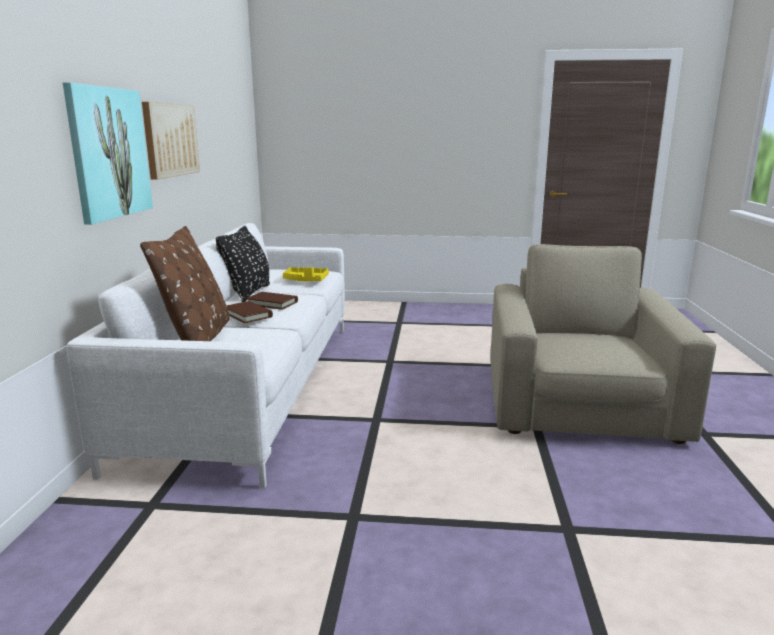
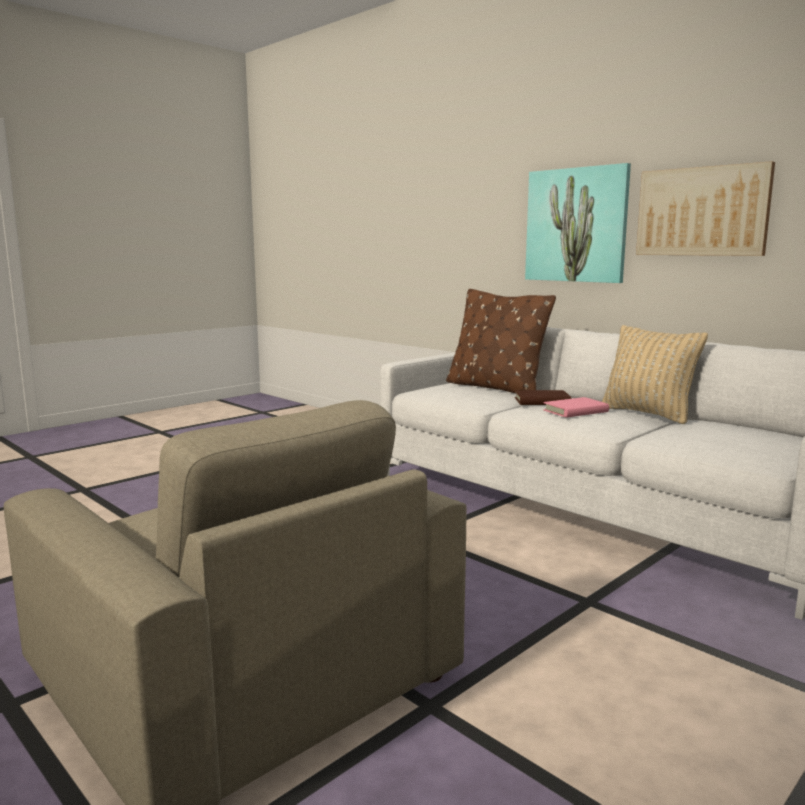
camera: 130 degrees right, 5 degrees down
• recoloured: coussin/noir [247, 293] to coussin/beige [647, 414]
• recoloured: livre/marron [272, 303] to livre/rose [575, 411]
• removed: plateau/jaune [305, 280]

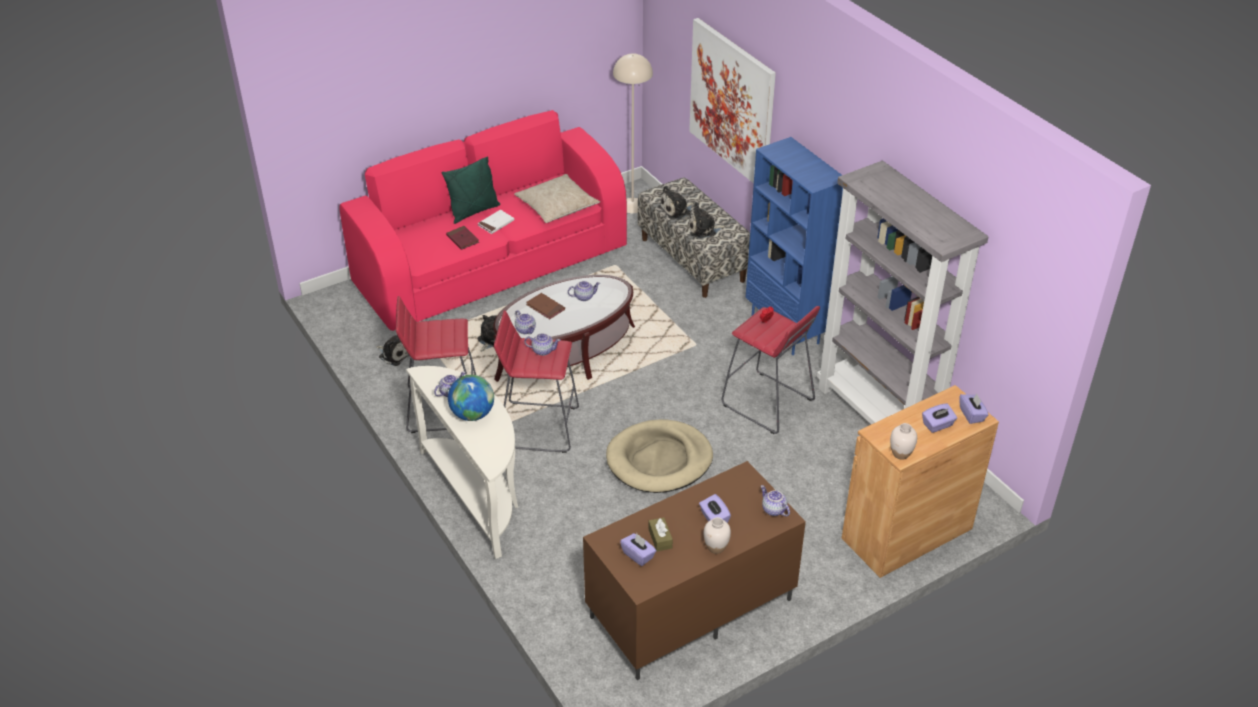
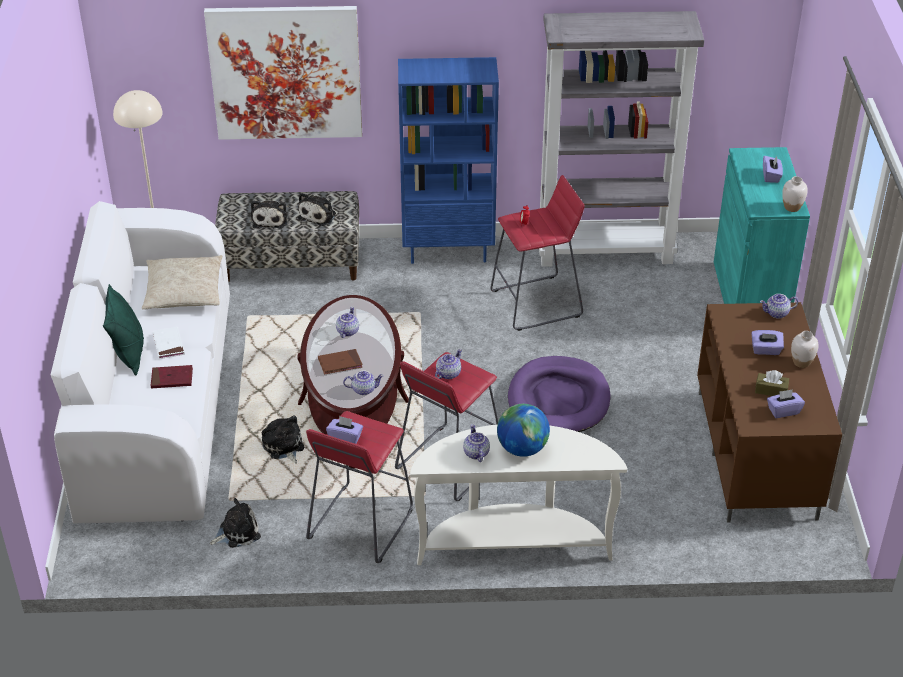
camera: 60 degrees left, 0 degrees up
• recoloured: canapé/rose [492, 265] to canapé/blanc [156, 403]
• recoloured: panier pour chien/beige [659, 460] to panier pour chien/violet [559, 399]
• recoloured: meuble de rangement/marron [907, 533] to meuble de rangement/turquoise [750, 296]
• moved: boîte à mouchoirs/violet [972, 415] to [345, 438]

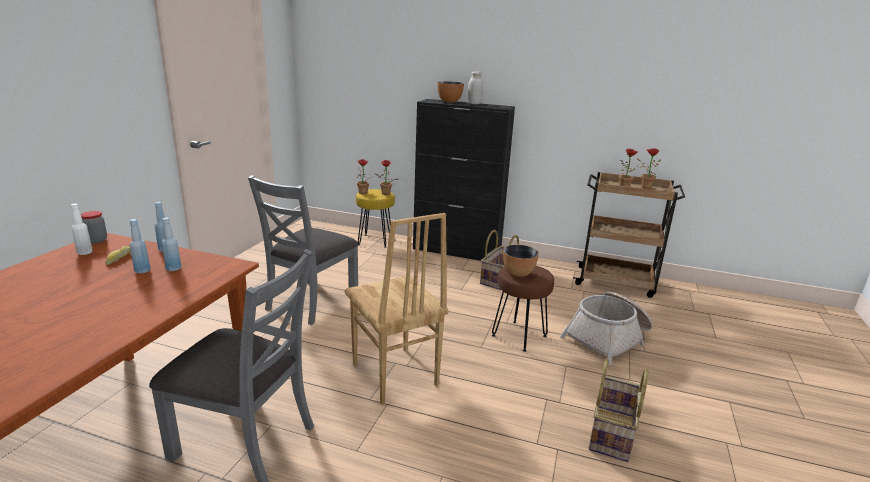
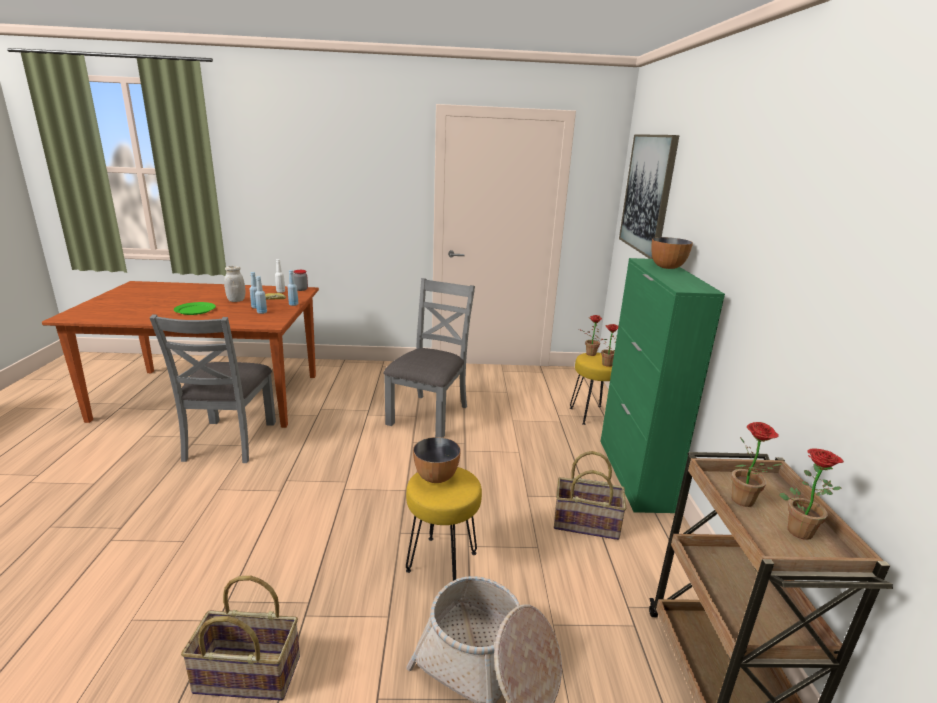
camera: 70 degrees right, 0 degrees up
• turned: chaise/gris [311, 302] = [429, 415] 105 degrees clockwise
• removed: chaise/marron [393, 376]
• recoloured: meuble de rangement/noir [457, 251] to meuble de rangement/vert [633, 474]
• moved: bocal/blanc [474, 103] to [236, 300]
• recoloured: tabouret/marron [519, 335] to tabouret/jaune [442, 561]
• added: assiette/vert [195, 310]
• added: tableau [648, 194]

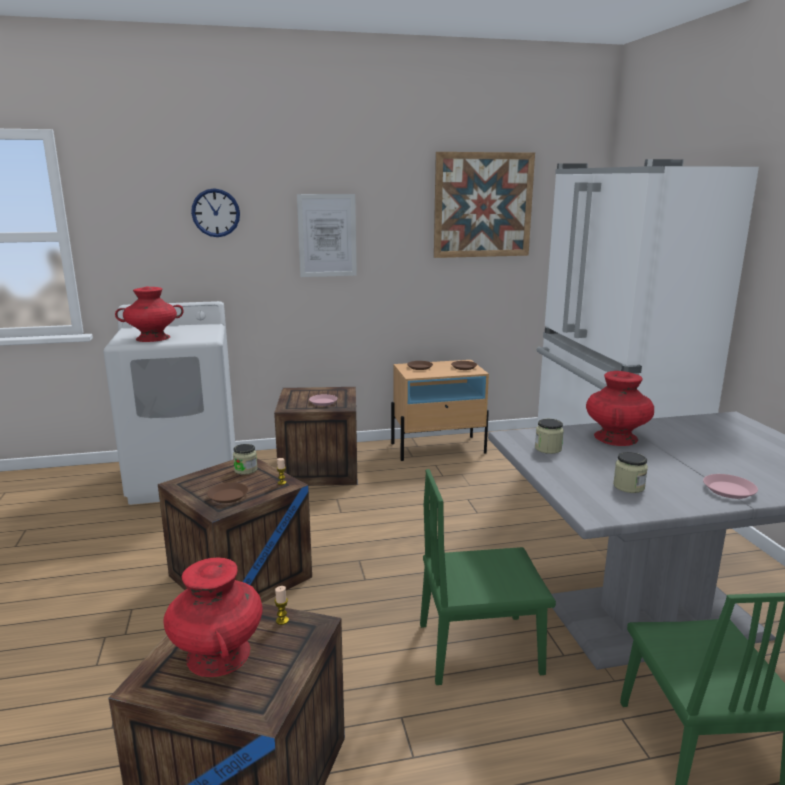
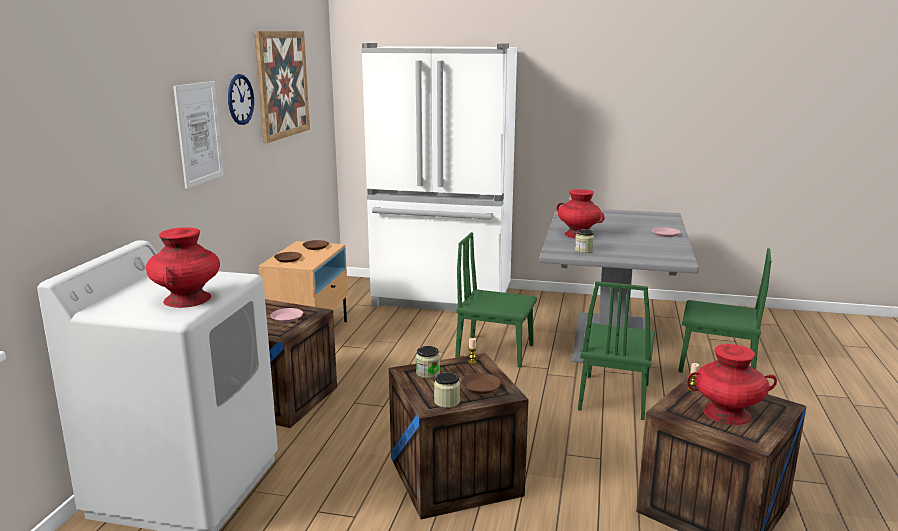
camera: 65 degrees left, 0 degrees up
• moved: horloge murale [215, 213] to [240, 99]
• moved: bocal [628, 486] to [447, 401]
• added: chaise/vert [495, 351]

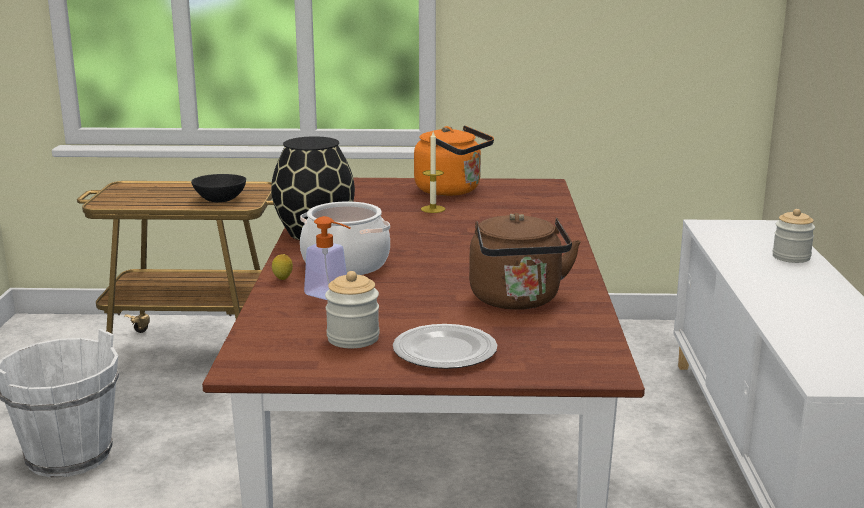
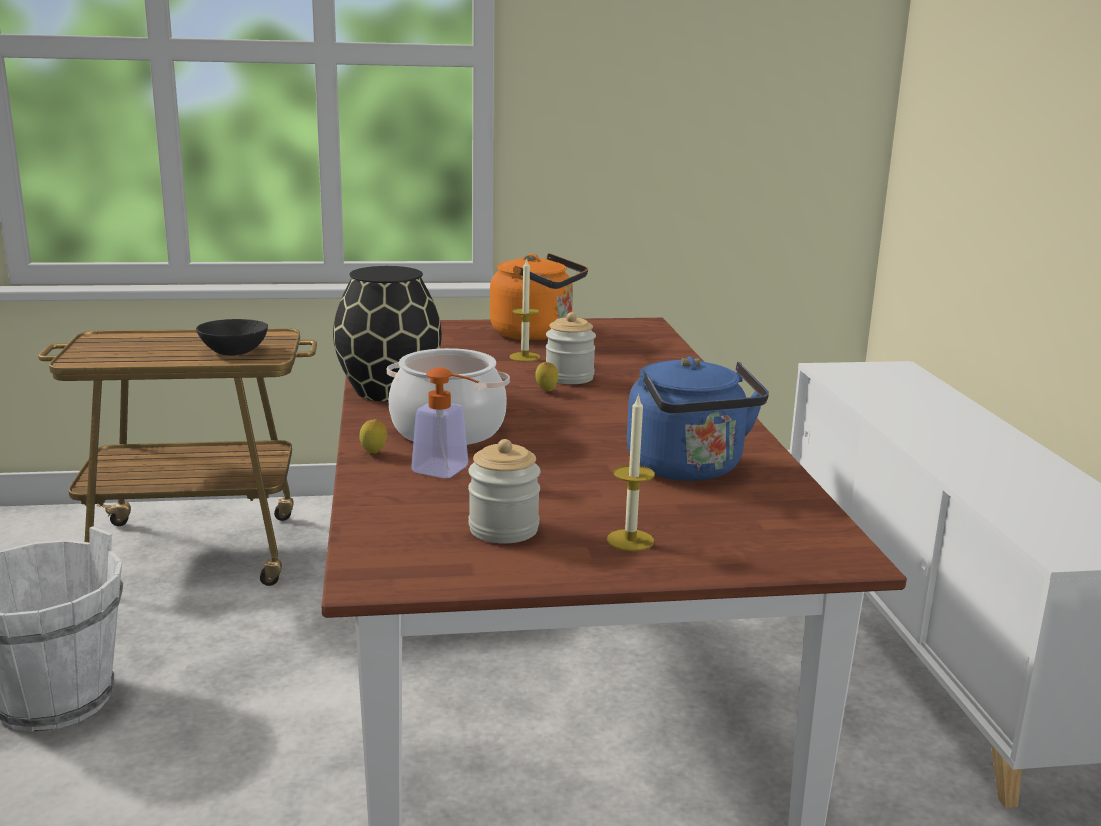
camera: 10 degrees left, 0 degrees up
• replaced: assiette [443, 350] to bougie [630, 540]
• recoloured: bouilloire/marron [517, 301] to bouilloire/bleu [689, 469]
• moved: bocal [791, 257] to [569, 377]
• added: citron [546, 391]

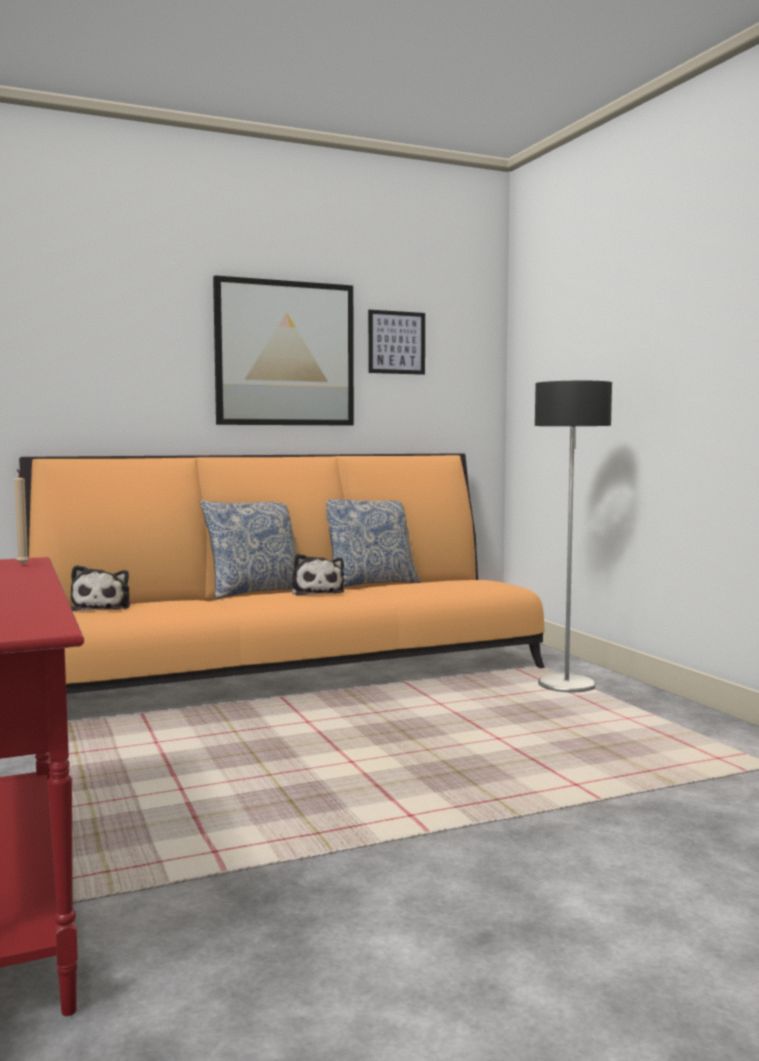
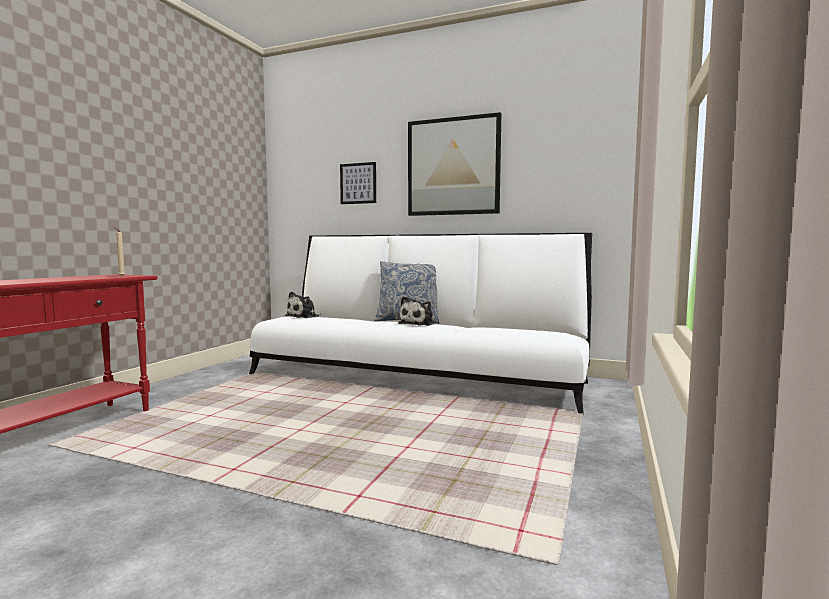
camera: 45 degrees right, 0 degrees up
• recoloured: canapé/orange [290, 673] to canapé/blanc [416, 376]
• removed: coussin [370, 584]
• moved: tableau [396, 342] to [358, 183]
• removed: lampadaire [566, 685]

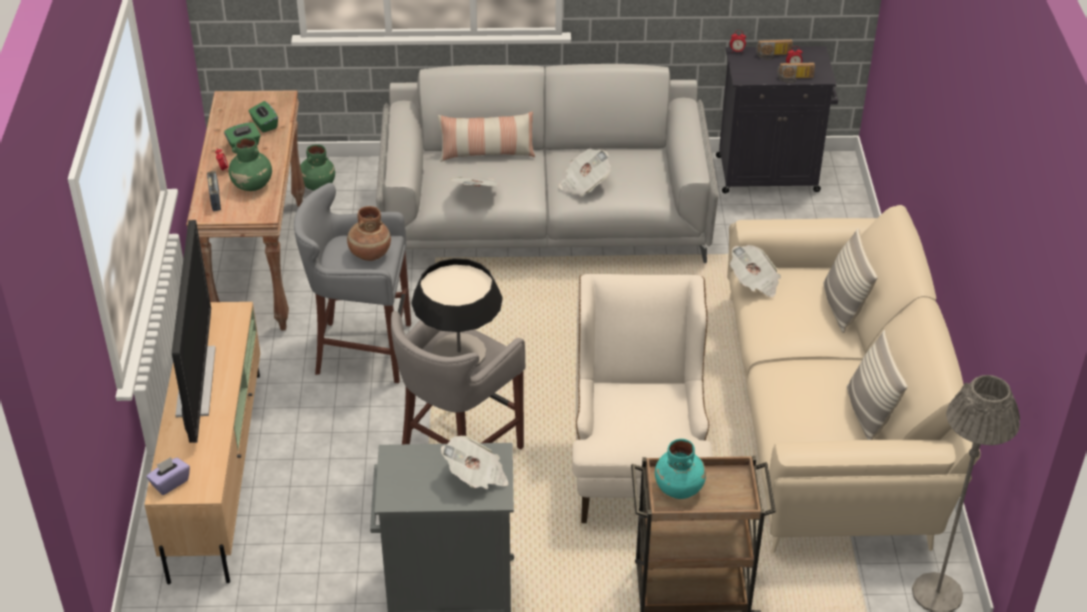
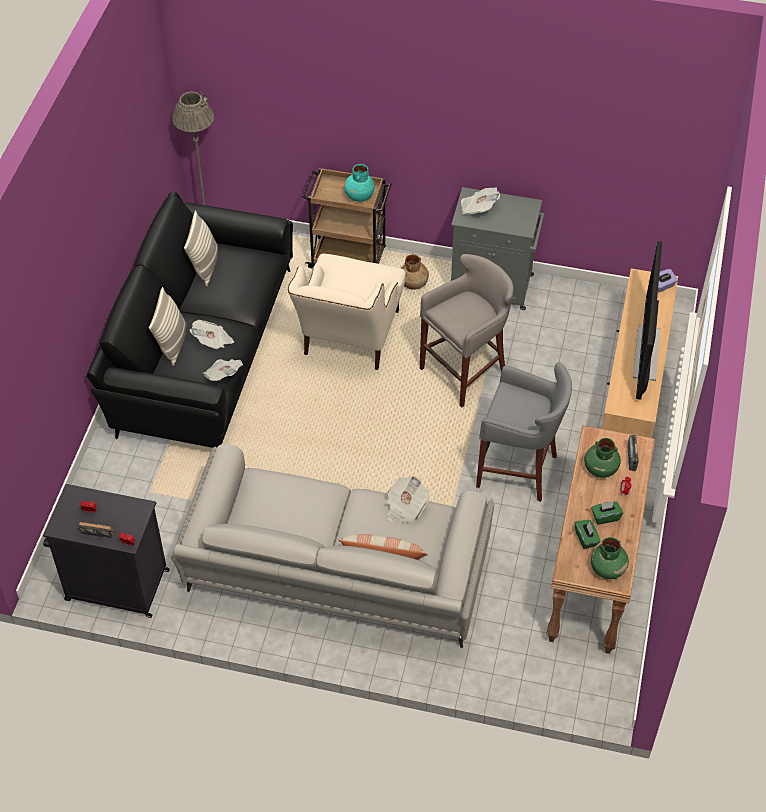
camera: 165 degrees left, 10 degrees up
• moved: vase/vert [317, 185] to [608, 569]
• moved: vase/marron [369, 253] to [414, 283]
• removed: lampe de table [459, 352]
• moved: journal [584, 183] to [213, 342]
• recoloured: canapé/beige [830, 415] to canapé/noir [201, 349]
• removed: radio [795, 79]

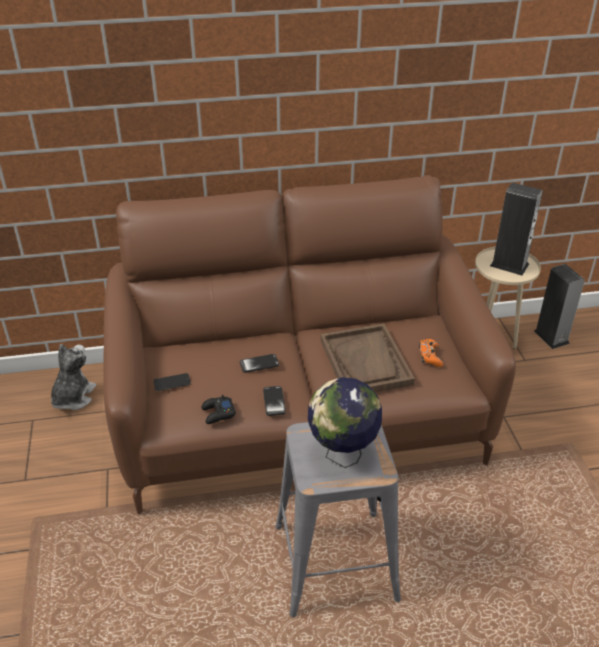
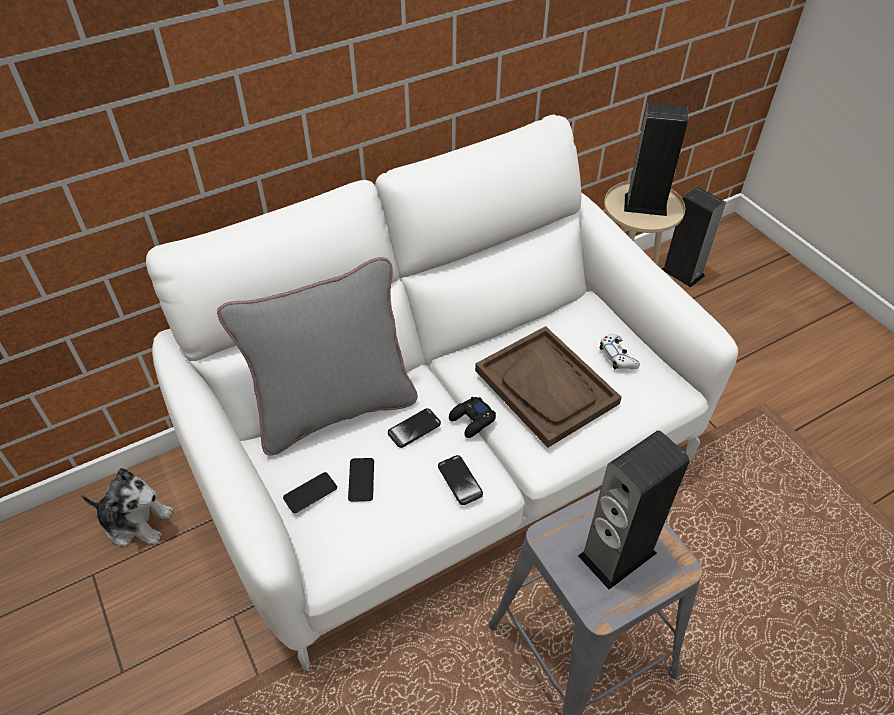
camera: 20 degrees left, 10 degrees up
• turned: peluche [73, 397] = [136, 521] 105 degrees clockwise
• recoloured: canapé/marron [299, 413] to canapé/blanc [447, 455]
• moved: manette/noir [218, 413] to [472, 420]
• replaced: globe [342, 454] to enceinte [617, 554]
• recoloured: manette/orange [430, 356] to manette/blanc [617, 356]
• added: coussin/gris [334, 409]
• added: téléphone [361, 480]

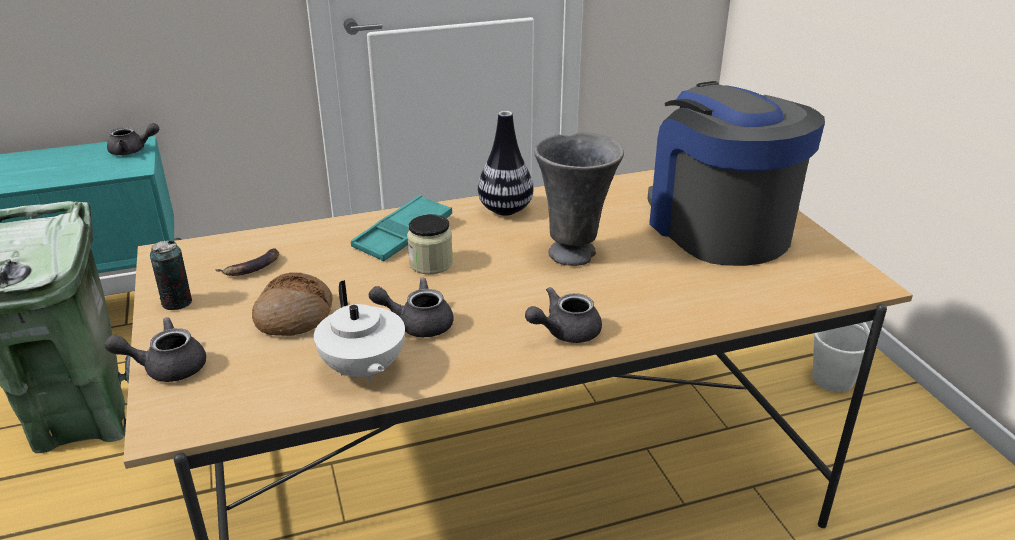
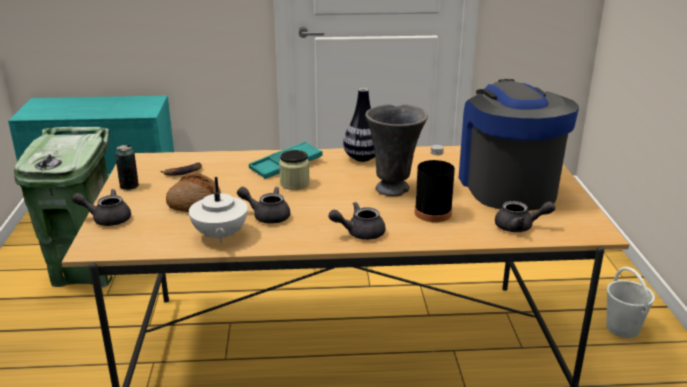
camera: 15 degrees right, 5 degrees down
• moved: théière/gris [133, 151] to [519, 227]
• added: bouteille/noir [433, 213]

